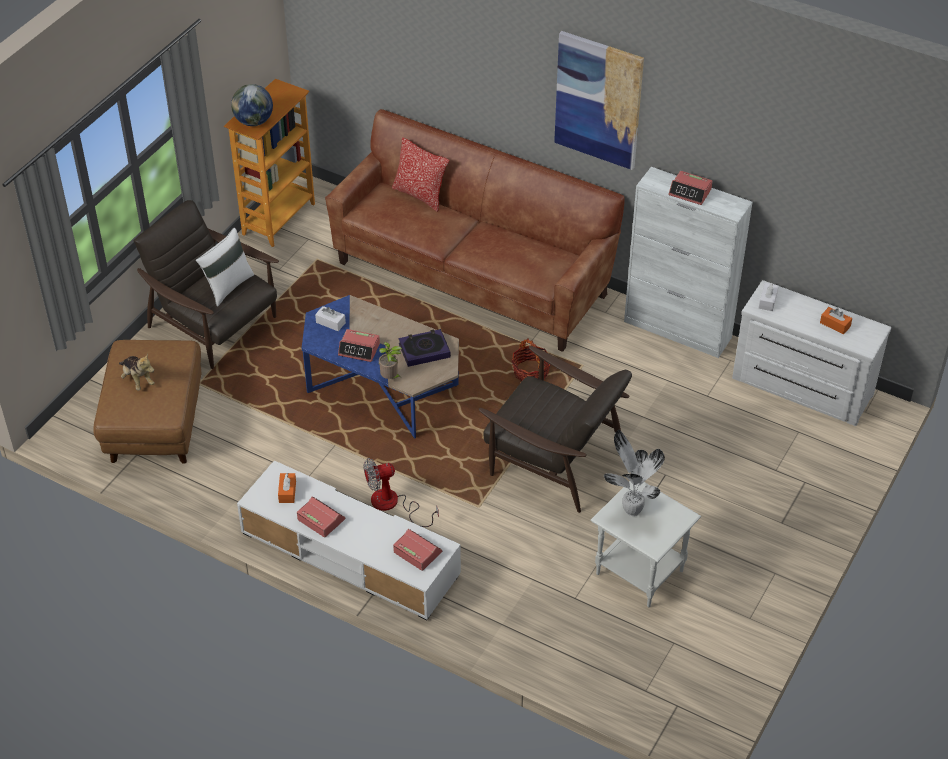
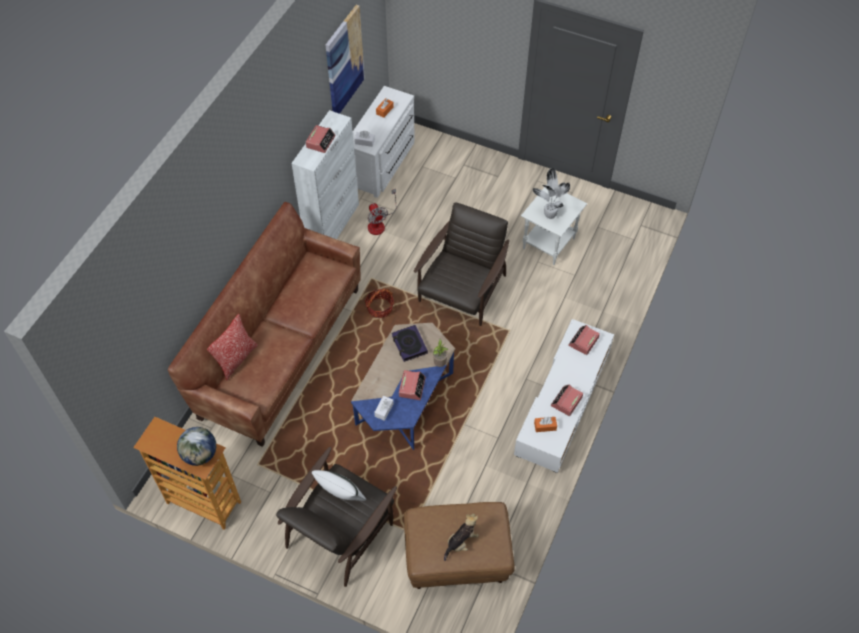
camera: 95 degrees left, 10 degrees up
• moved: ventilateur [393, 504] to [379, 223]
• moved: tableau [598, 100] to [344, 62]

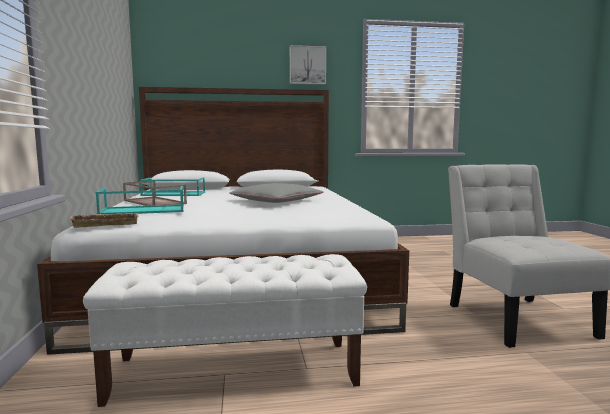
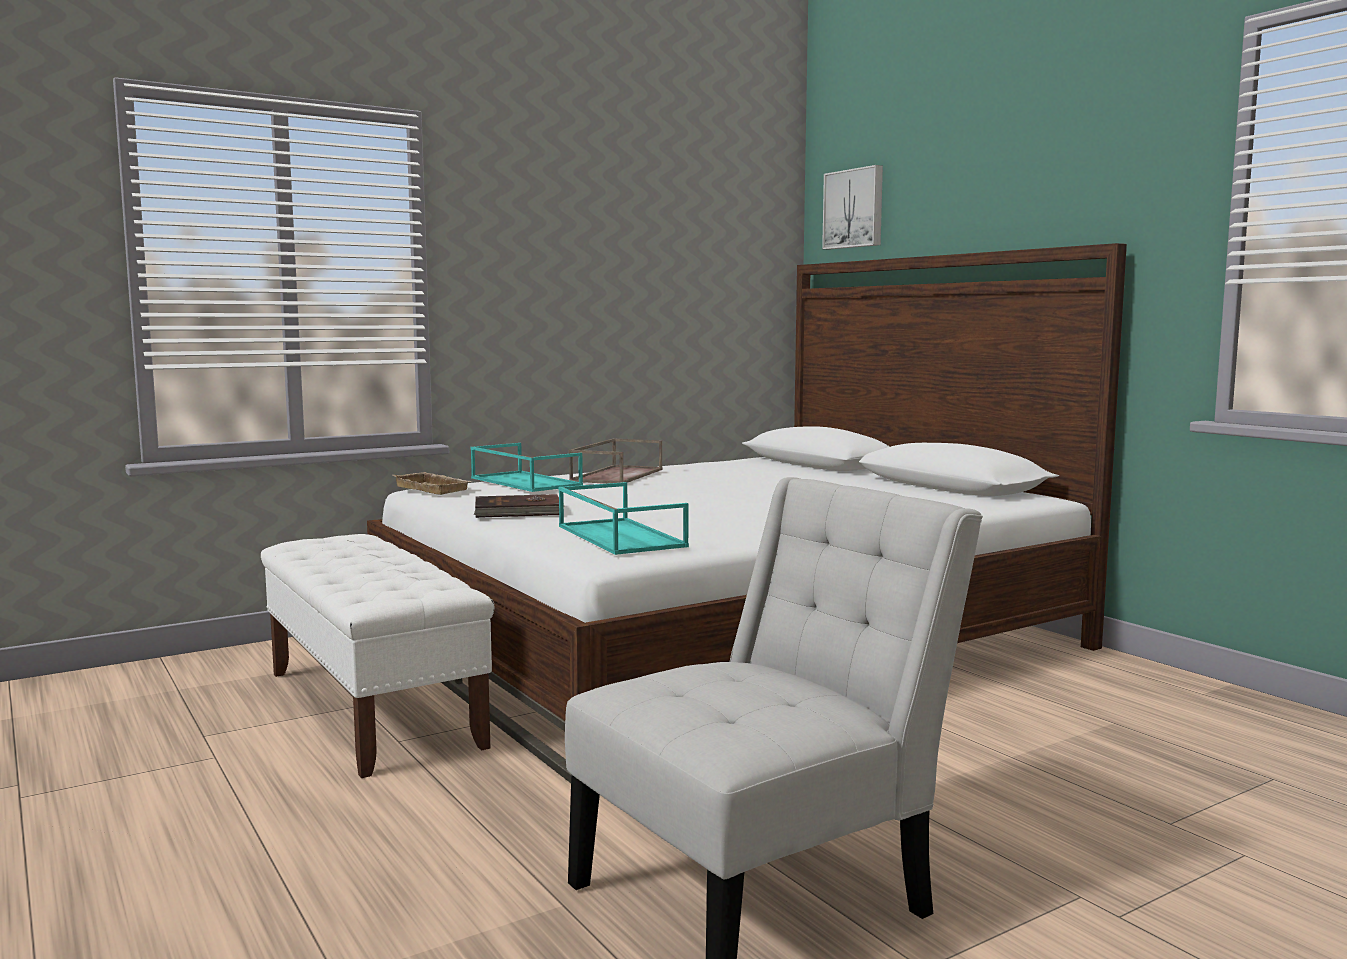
camera: 65 degrees right, 0 degrees up
• moved: plateau/turquoise [173, 194] to [618, 536]
• removed: coussin/gris [276, 201]
• moved: tableau [307, 65] to [855, 209]
• added: livre/marron [519, 511]

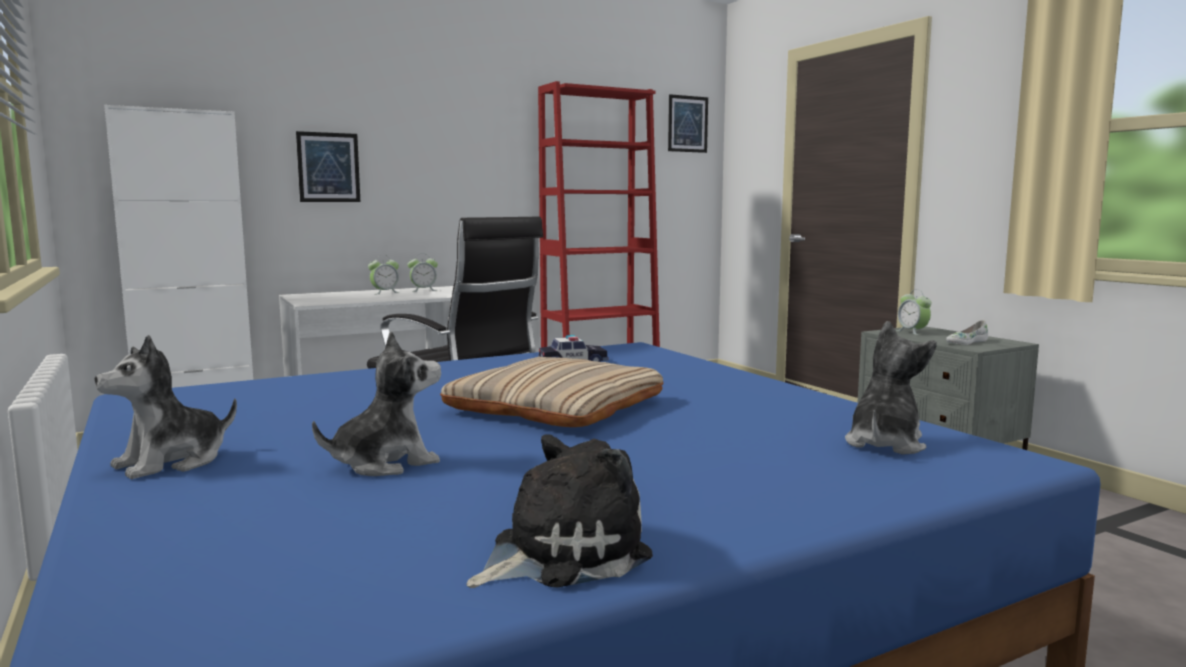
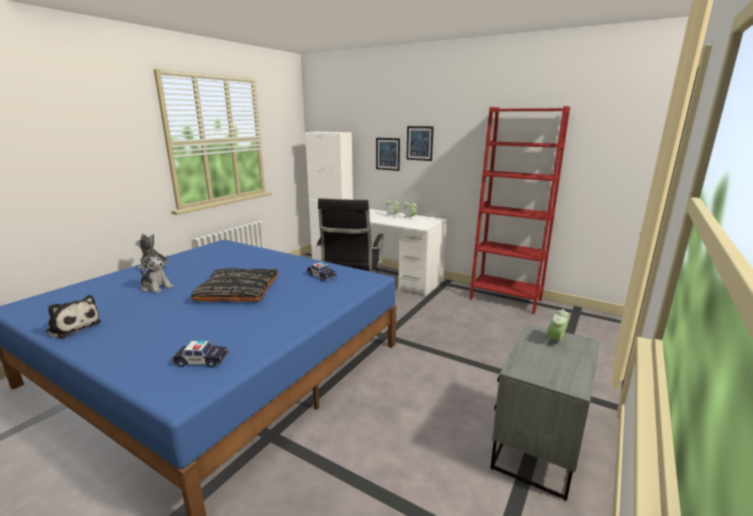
camera: 60 degrees right, 10 degrees up
• recoloured: coussin/beige [556, 406] to coussin/noir [238, 290]
• moved: tableau [687, 124] to [419, 143]
• replaced: peluche [884, 444] to petite voiture [201, 360]
• removed: chaussure/blanc [965, 342]

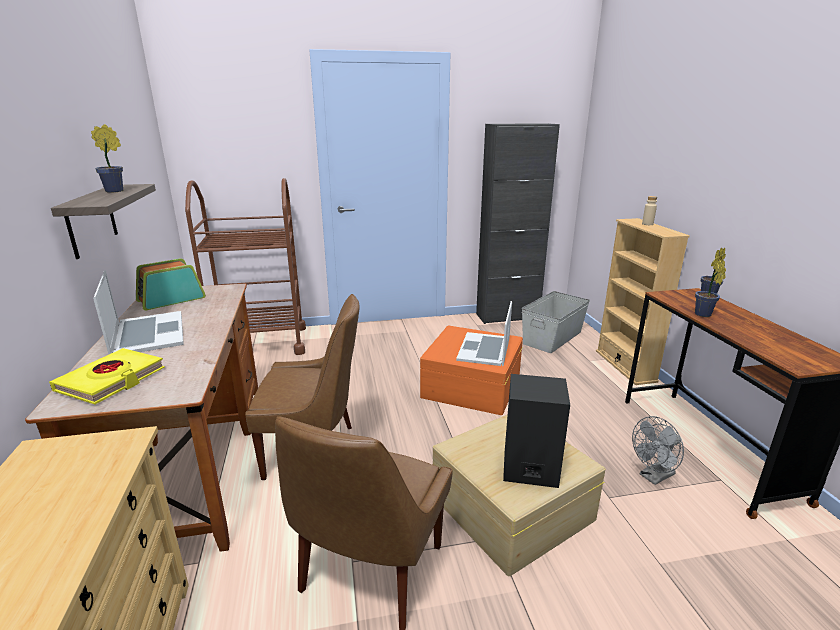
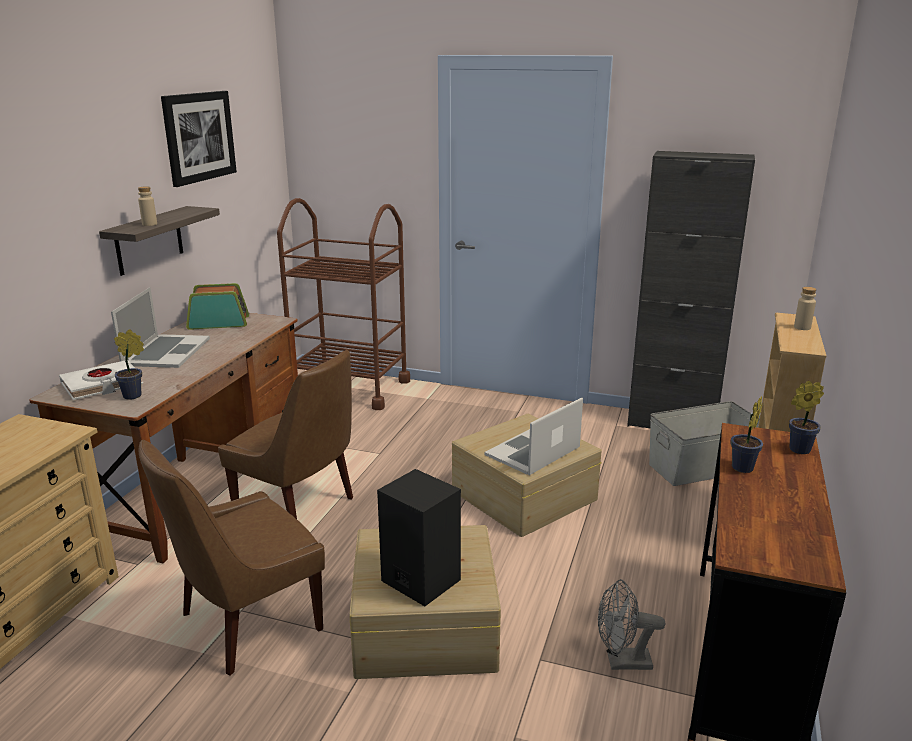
camera: 30 degrees right, 0 degrees up
• recoloured: livre/jaune [111, 380] to livre/blanc [102, 385]
• moved: plante en pot [117, 191] to [135, 396]
• recoloured: boîte de rangement/orange [471, 386] to boîte de rangement/beige [522, 495]
• added: bouteille/beige [149, 224]
• added: tableau [199, 137]

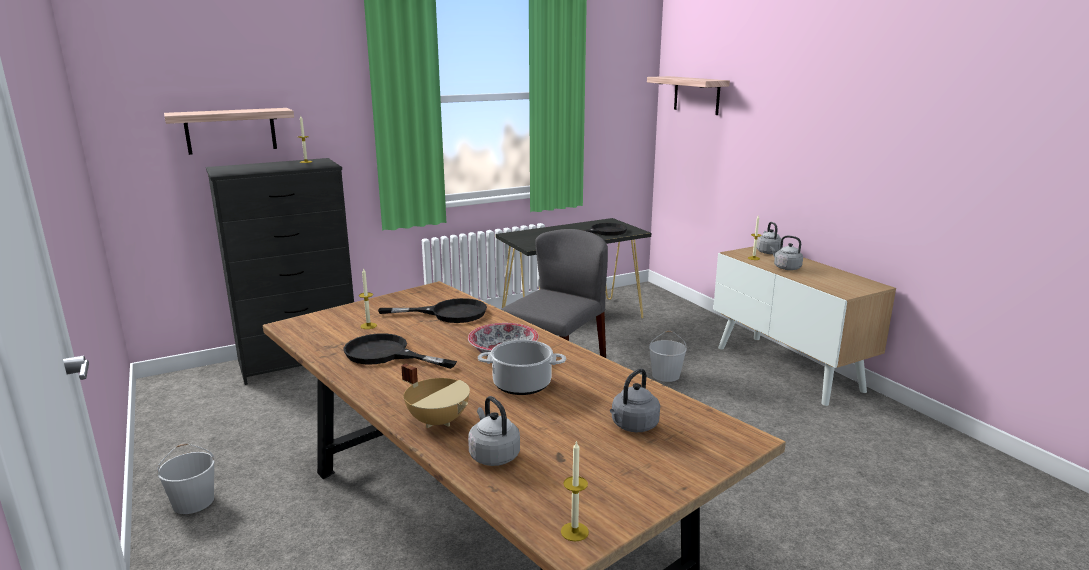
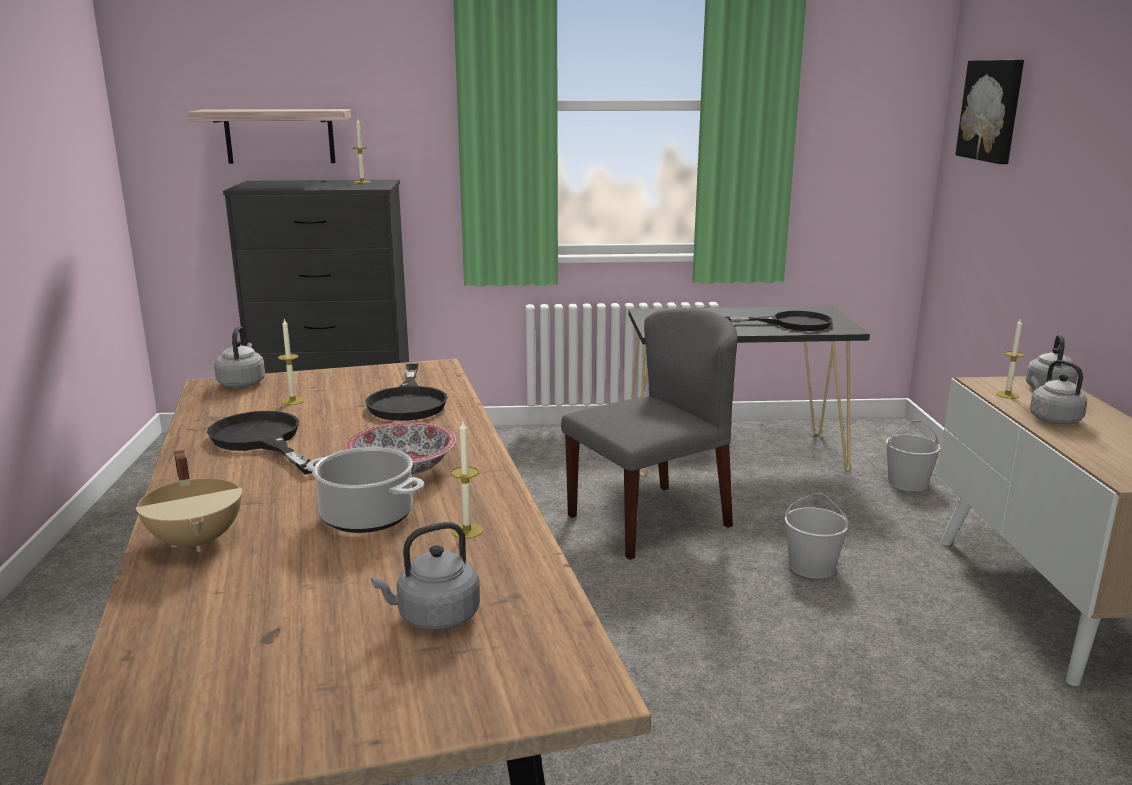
camera: 25 degrees right, 0 degrees up
• moved: seau/blanc [192, 502] to [907, 483]
• turned: poêle/noir [448, 313] = [408, 401] 60 degrees clockwise
• moved: bouilloire/gris [493, 455] to [242, 383]
• moved: bougie [574, 531] to [467, 531]
• replaced: étagère [696, 95] to tableau [992, 110]

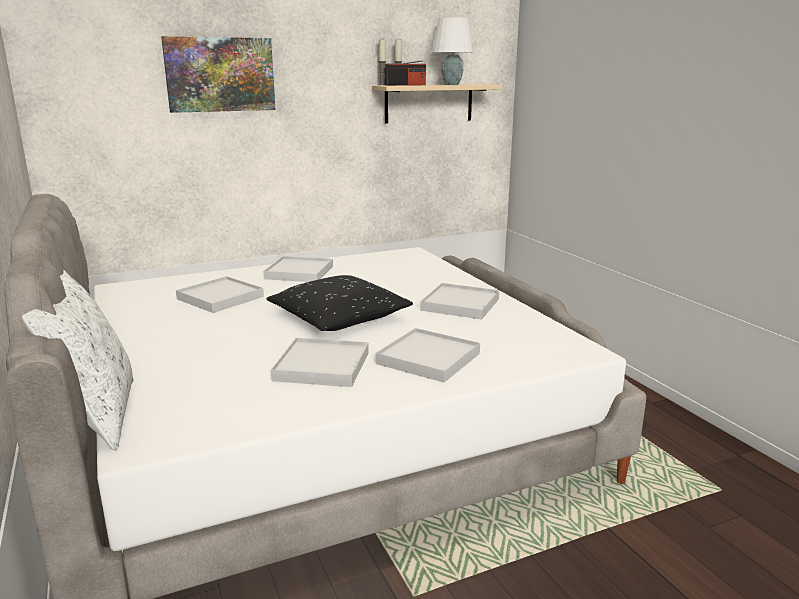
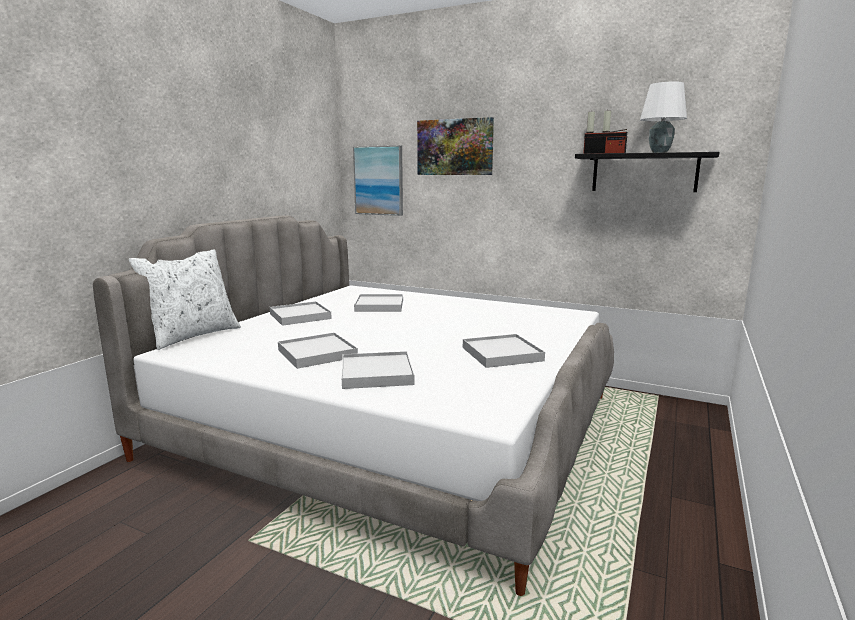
camera: 50 degrees right, 5 degrees down
• moved: plateau/blanc [299, 272] to [300, 316]
• removed: coussin/noir [339, 317]
• recoloured: étagère/beige [429, 103] to étagère/noir [644, 172]
• added: tableau [379, 180]

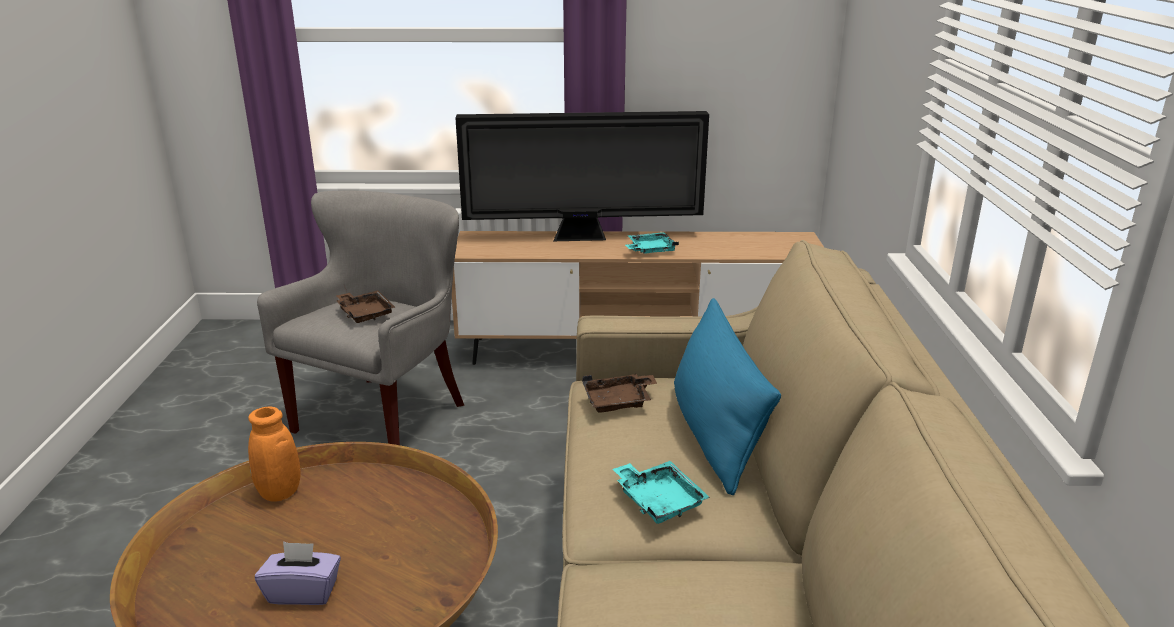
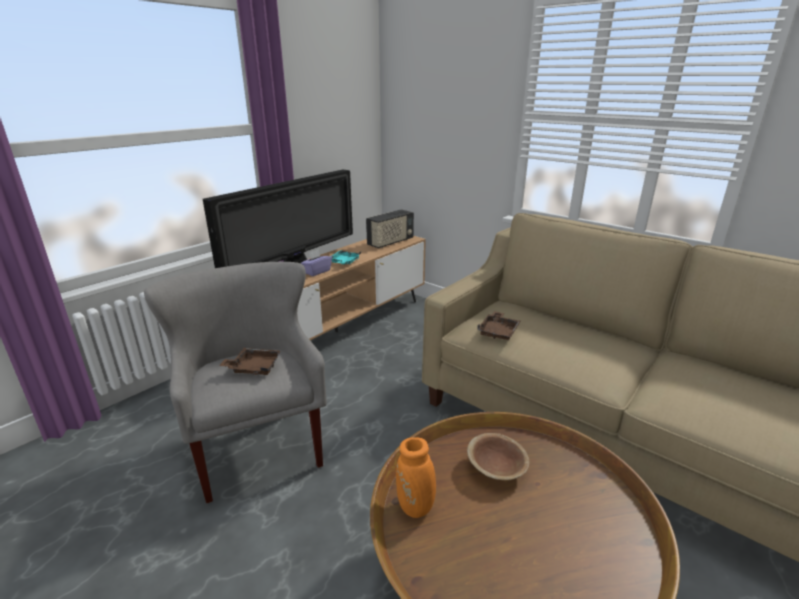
camera: 50 degrees left, 0 degrees up
• moved: boîte à mouchoirs/violet [303, 591] to [317, 271]
• removed: plateau/turquoise [659, 500]
• removed: coussin/bleu [714, 433]
• added: radio [390, 242]
• added: bol/marron [496, 468]

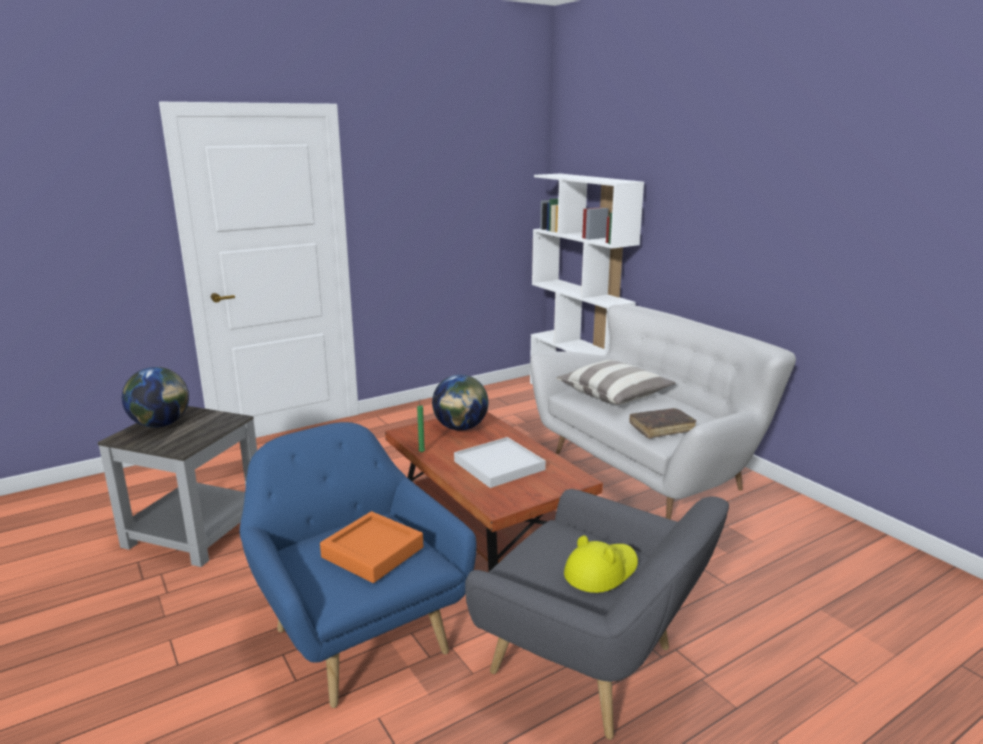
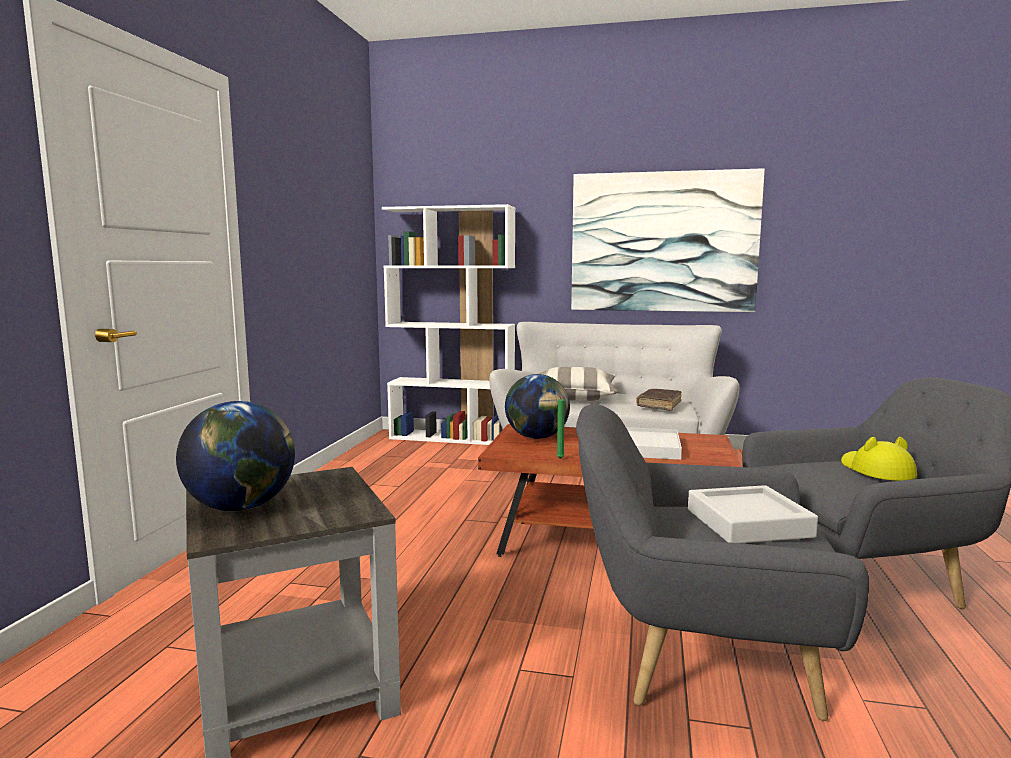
camera: 45 degrees left, 10 degrees down
• recoloured: fauteuil/bleu [359, 632] to fauteuil/gris [698, 657]
• recoloured: plateau/orange [372, 552] to plateau/gris [748, 523]
• added: tableau [663, 242]

